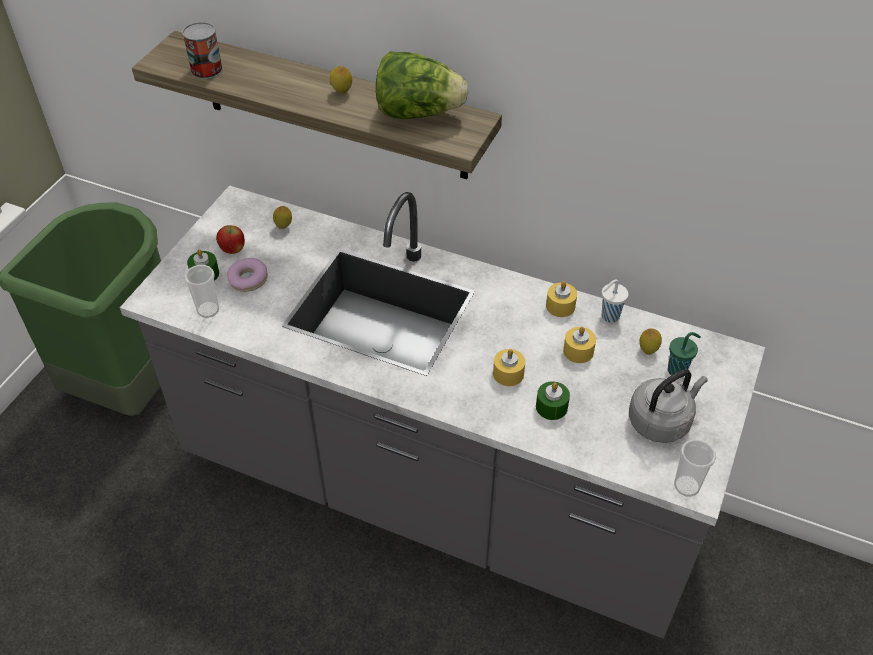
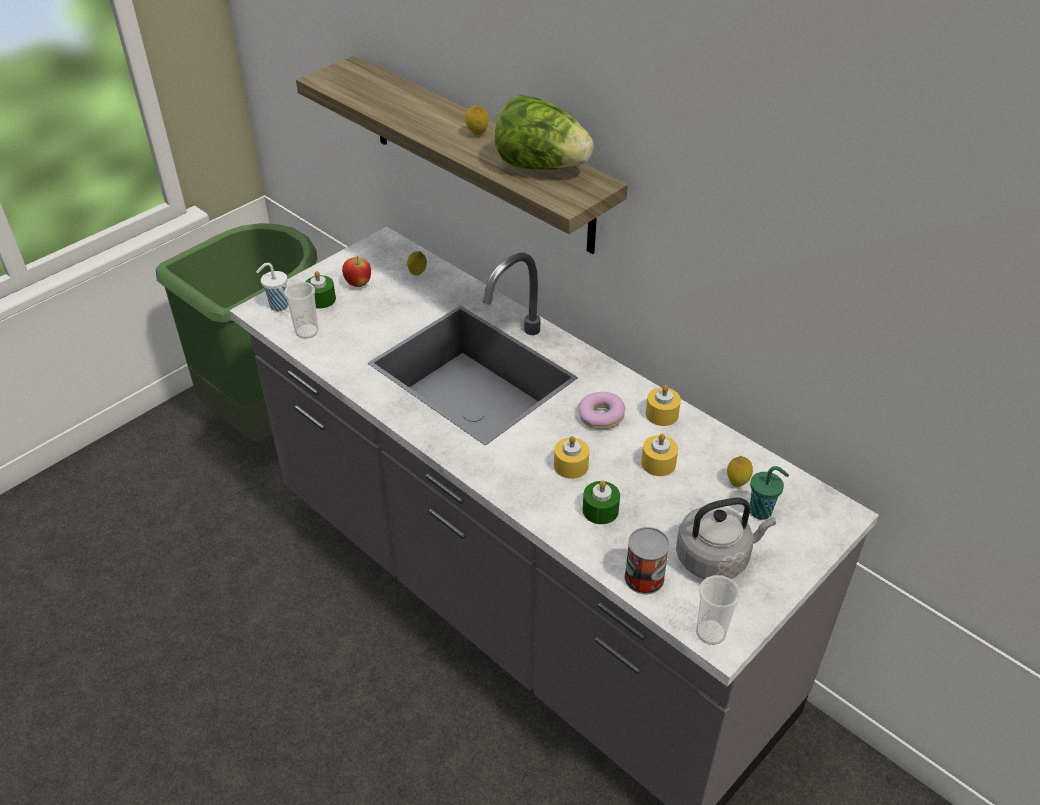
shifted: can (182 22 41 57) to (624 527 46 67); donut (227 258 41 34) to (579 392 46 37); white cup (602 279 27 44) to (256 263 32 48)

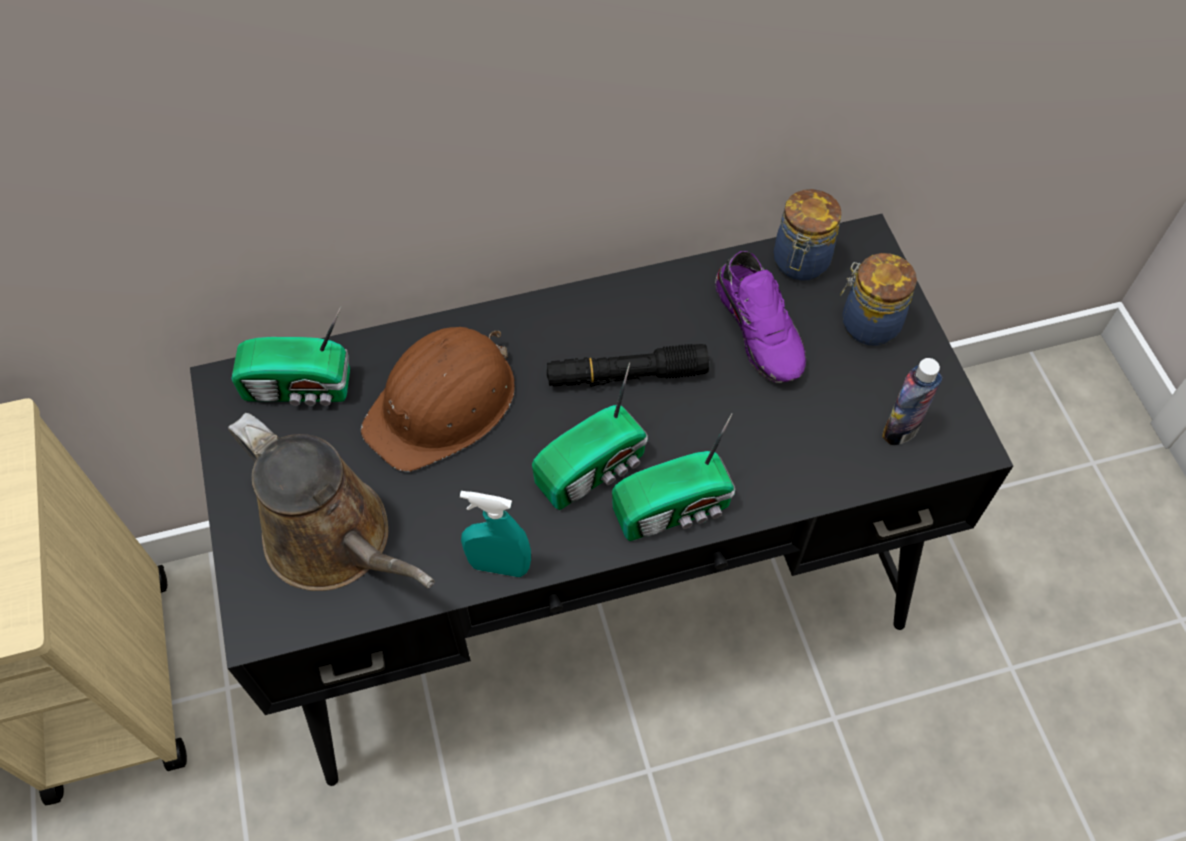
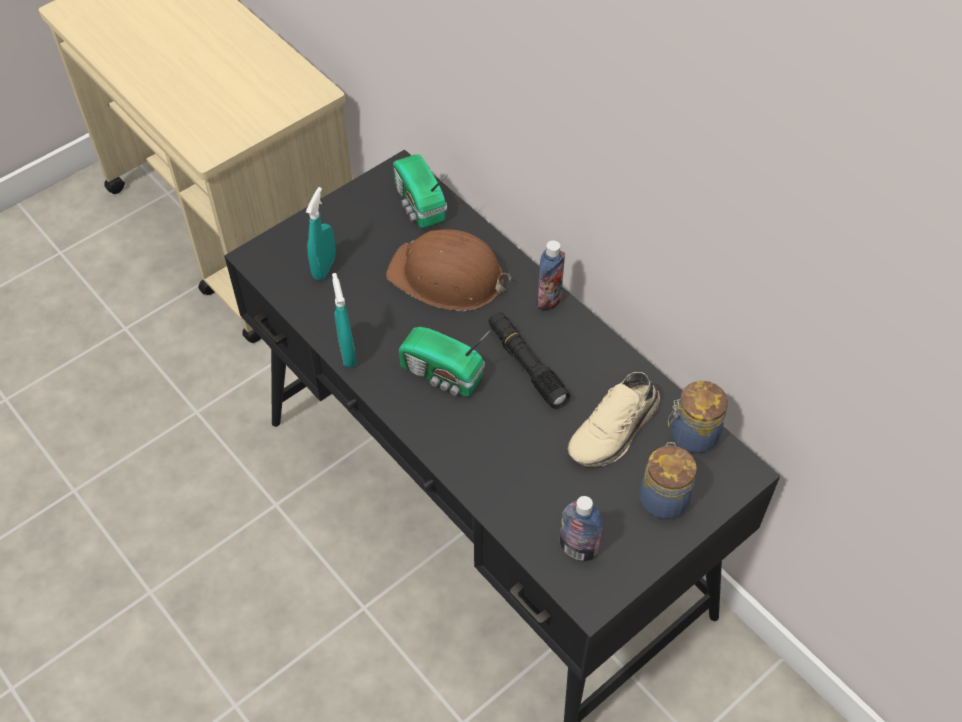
gone: radio (612 413 123 128)
new: bottle (537 240 28 72)
swapped: brown watering can (228 413 207 178) to turquoise spray bottle (306 187 30 94)
repainted: purple shoe (715 251 91 132) to beige shoe (568 372 92 95)

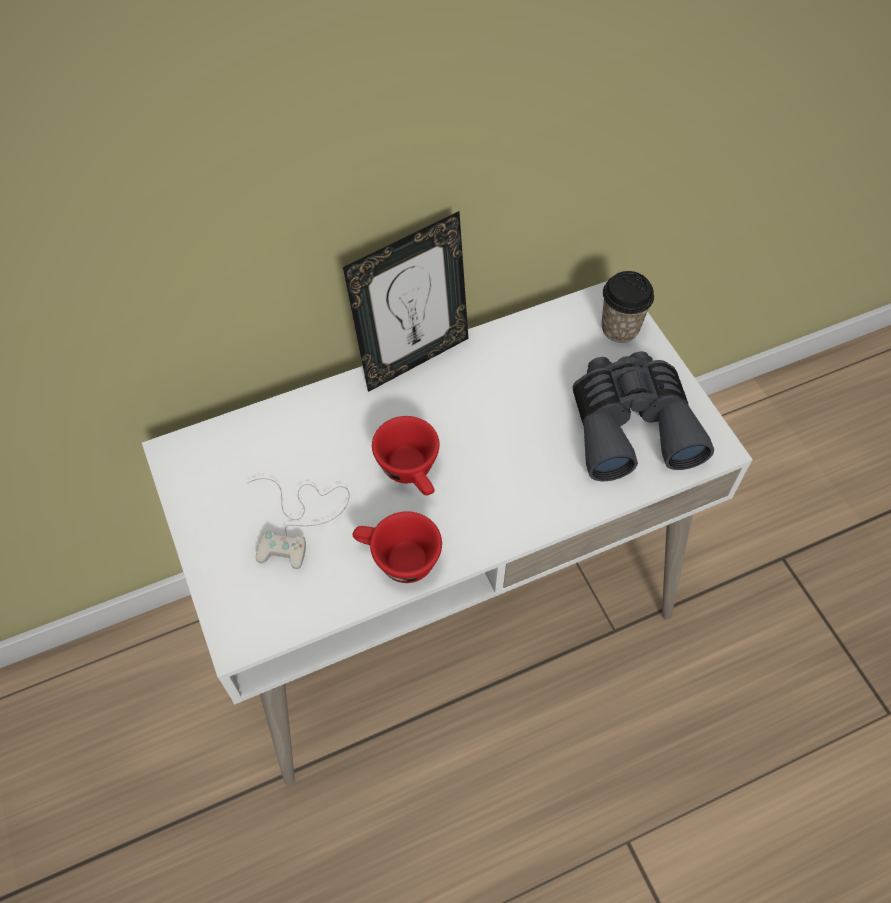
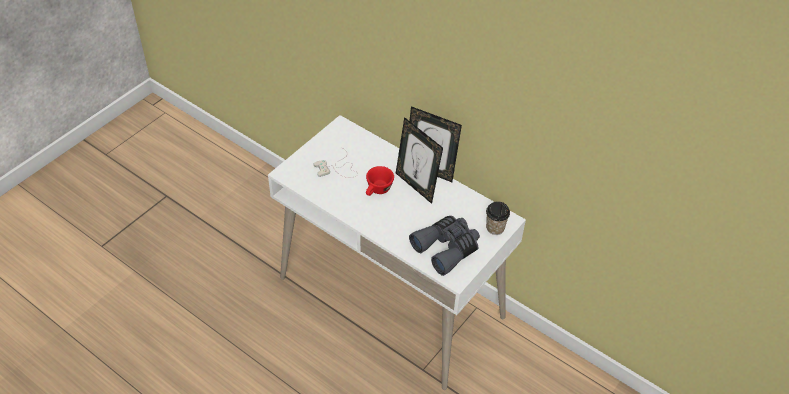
gone: red cup (352 511 90 72)
new: picture frame (396 117 47 87)

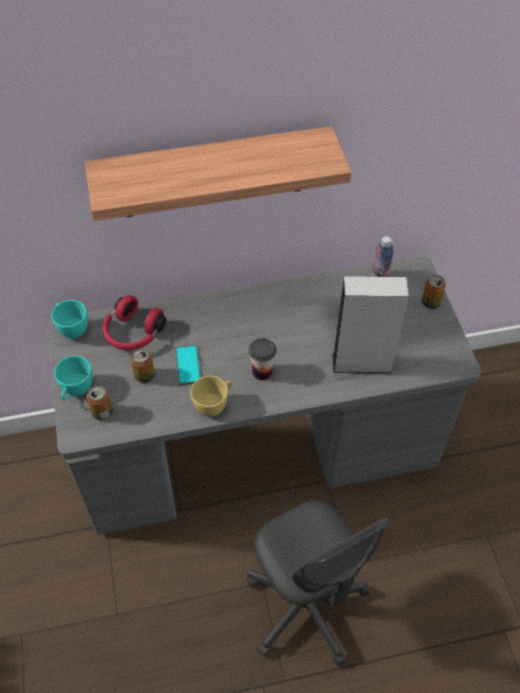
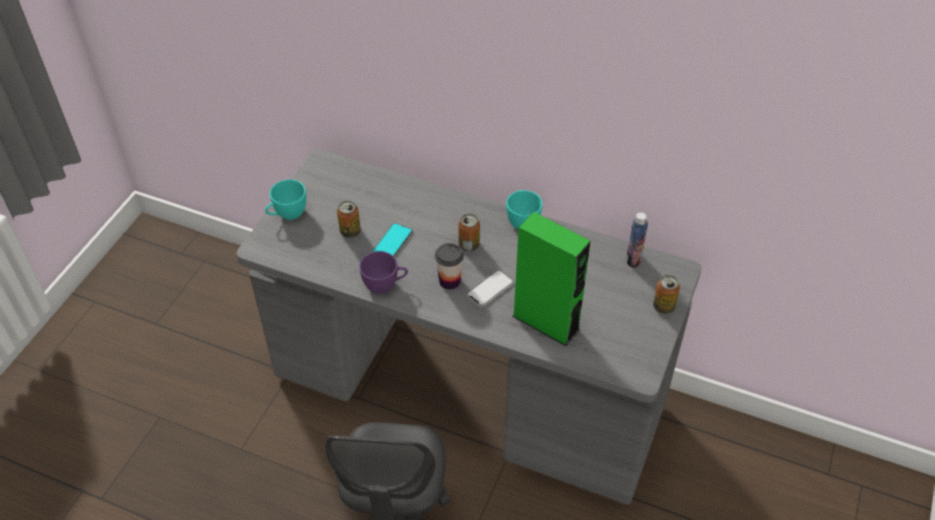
gone: shelf (85 126 266 95); red headphones (103 295 63 55)
new: phone (466 270 48 37)
shifted: turquoise cup (51 300 37 39) to (506 190 37 40); can (87 385 26 36) to (458 214 22 37)
repainted: yellow cup (190 376 42 41) to purple cup (359 251 49 43); grey speaker (332 276 77 97) to green speaker (512 212 79 134)

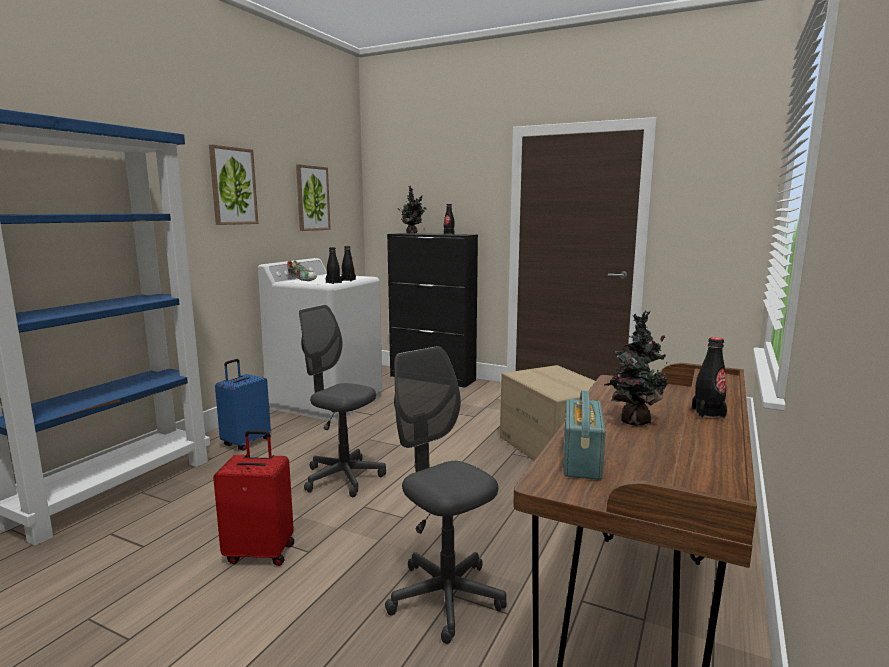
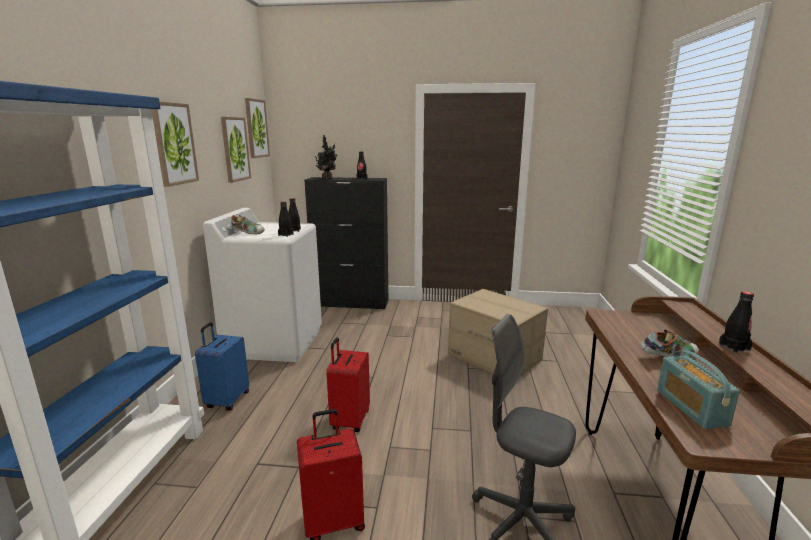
new: picture (245 98 25 60)
swapped: grey office chair (299 304 87 193) to red suitcase (326 337 44 95); potted plant (604 311 64 115) to shoe (641 330 57 28)

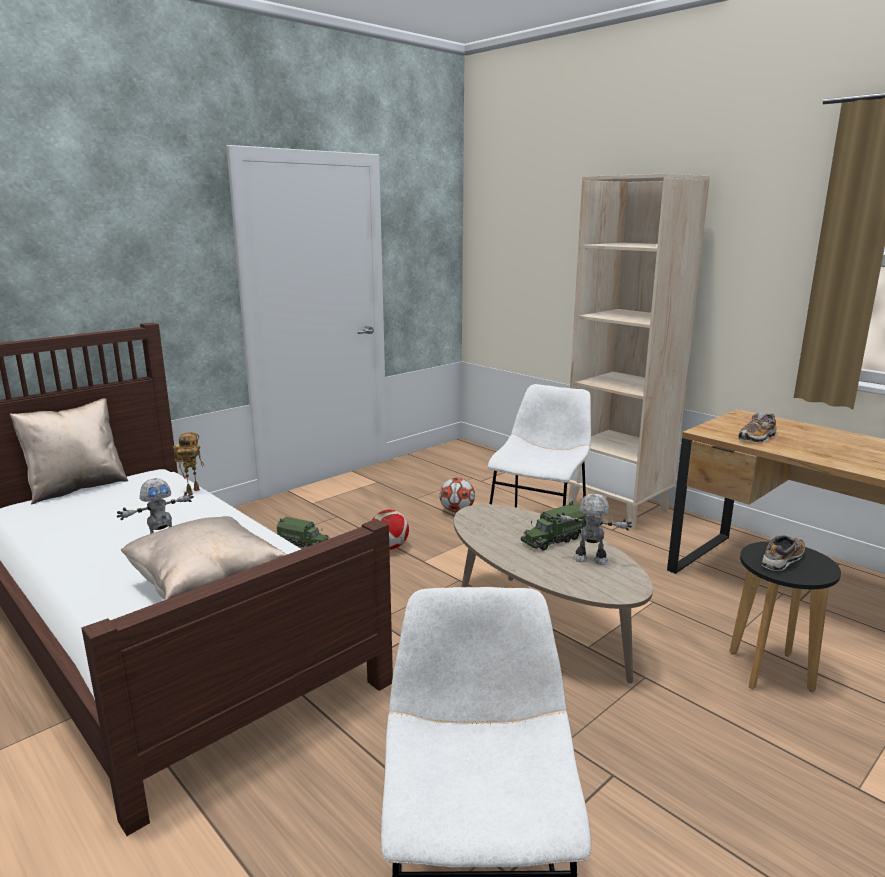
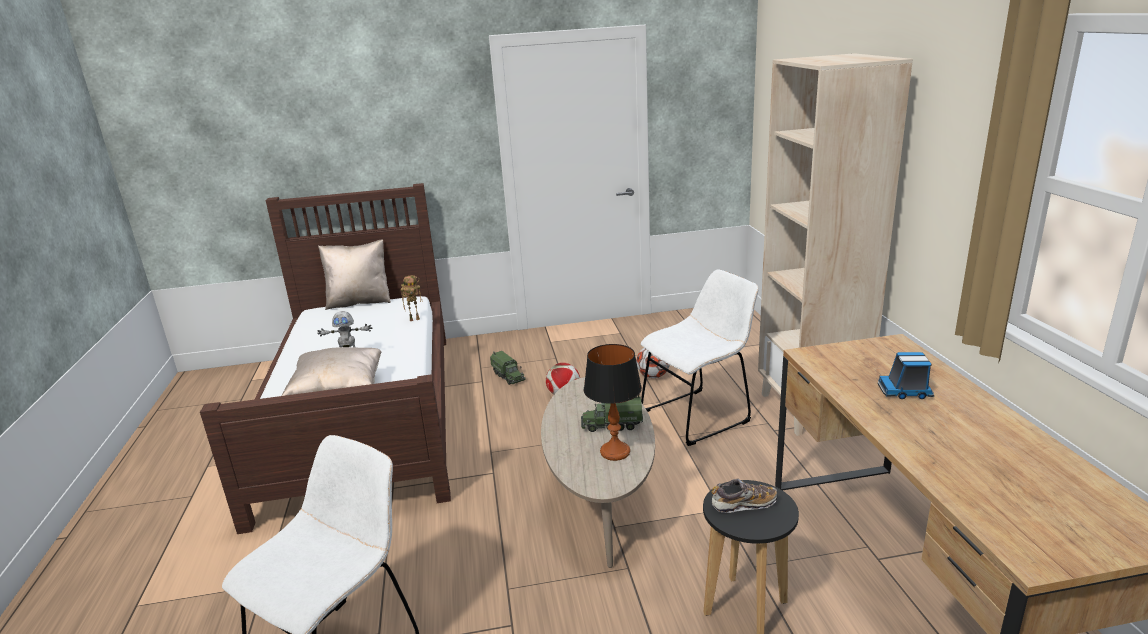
gone: shoe (738 413 38 29)
new: toy truck (878 352 56 47)
swapped: toy robot (555 494 77 71) to table lamp (583 344 59 117)

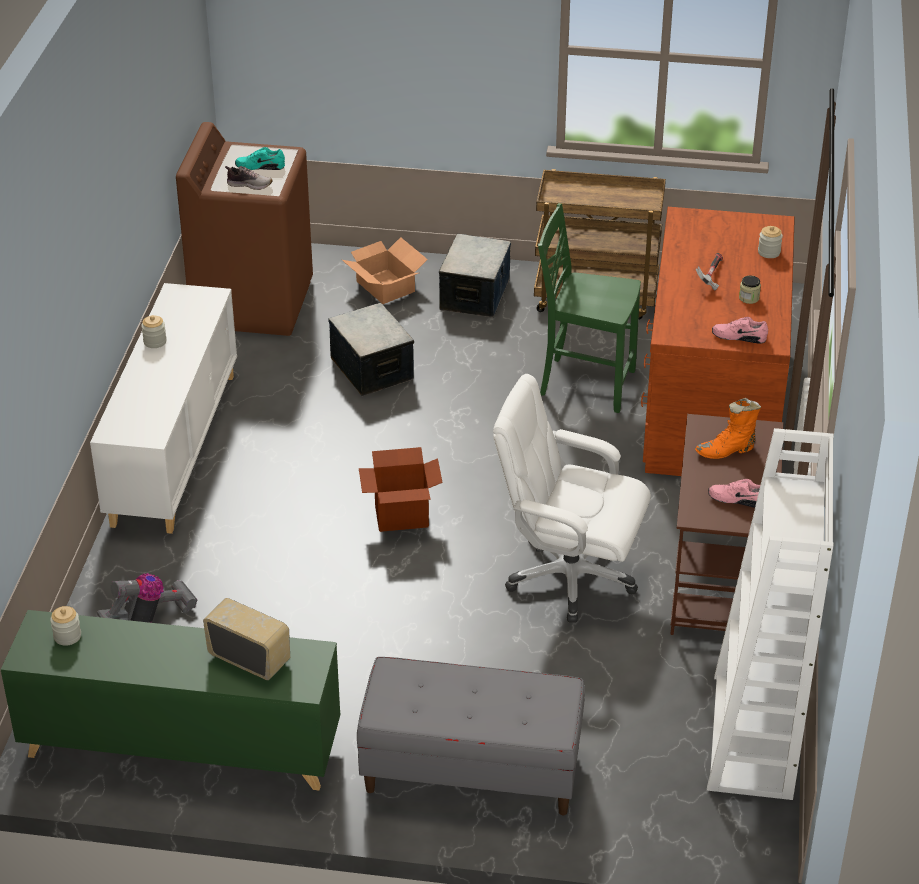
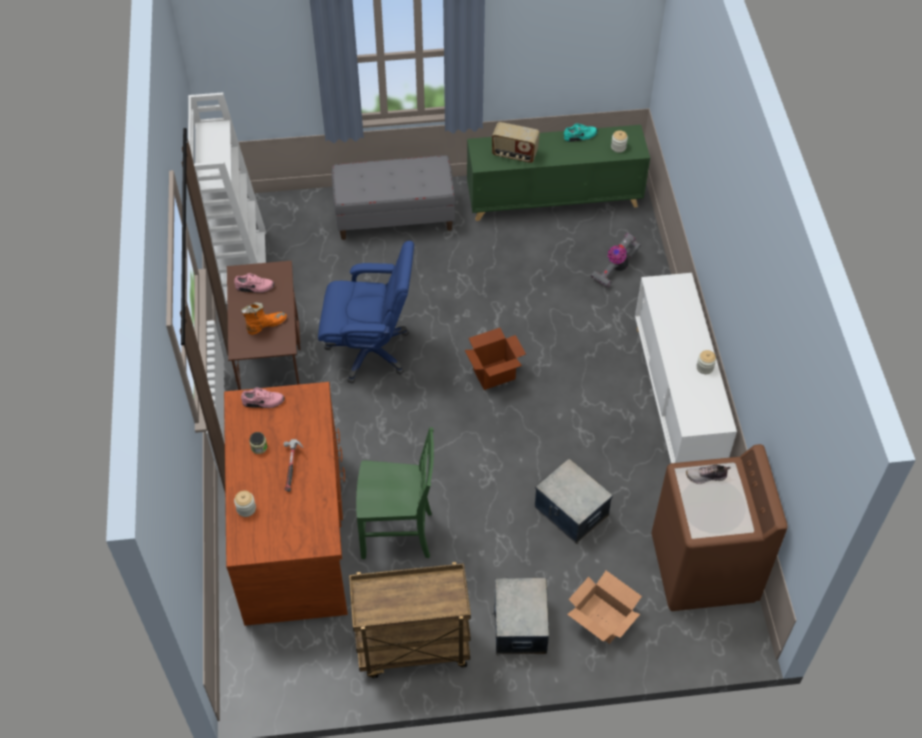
shifted: turquoise shoe (235 147 50 23) to (564 123 34 19)
repainted: white office chair (493 374 158 249) to blue office chair (318 241 96 143)

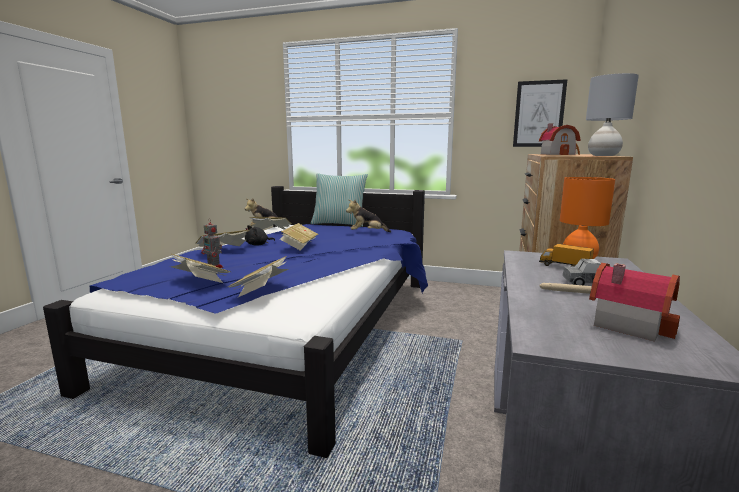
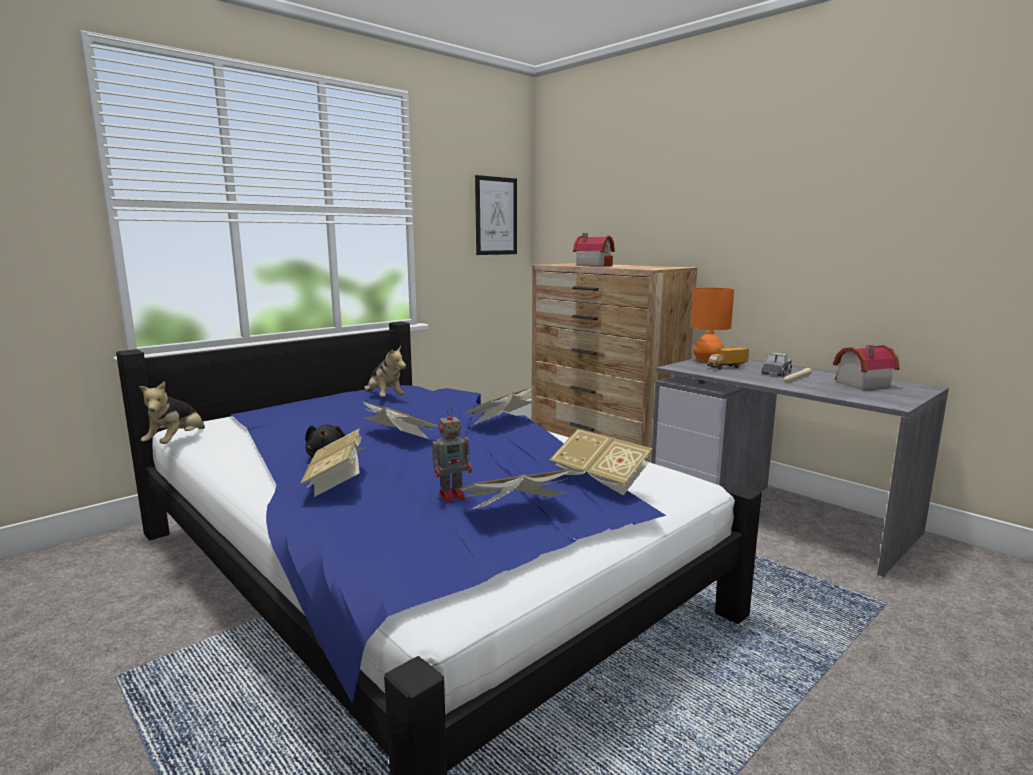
gone: pillow (311 173 57 54); grey table lamp (586 73 53 83)
shifted: book (250 217 42 13) to (463 387 70 37)
rotated: plush toy (346 199 45 34) = (364 346 42 51) 60 degrees counterclockwise

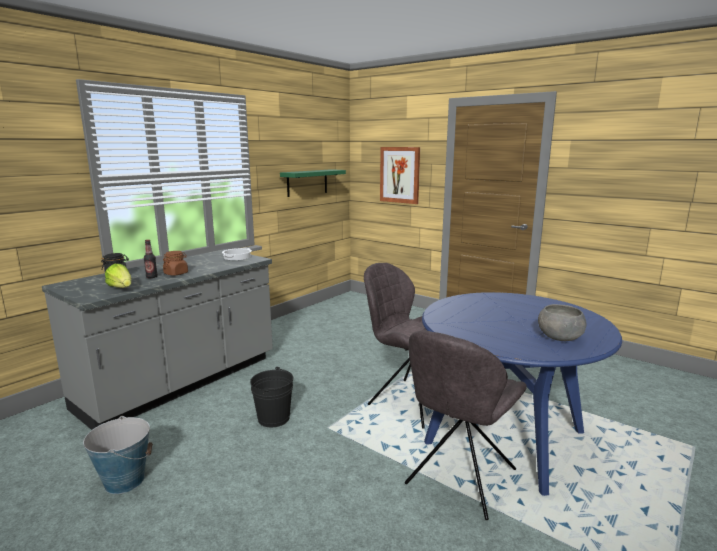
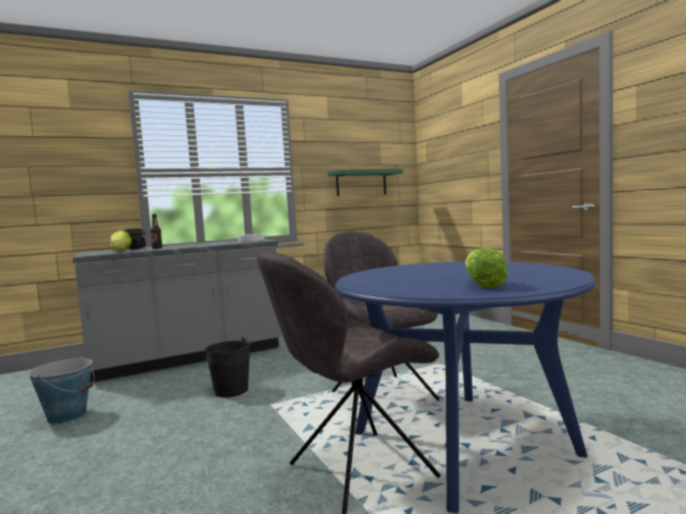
gone: brown jar (163 251 25 25); picture (380 147 40 57)
swapped: grey bowl (538 304 49 37) to lettuce (465 247 43 41)

